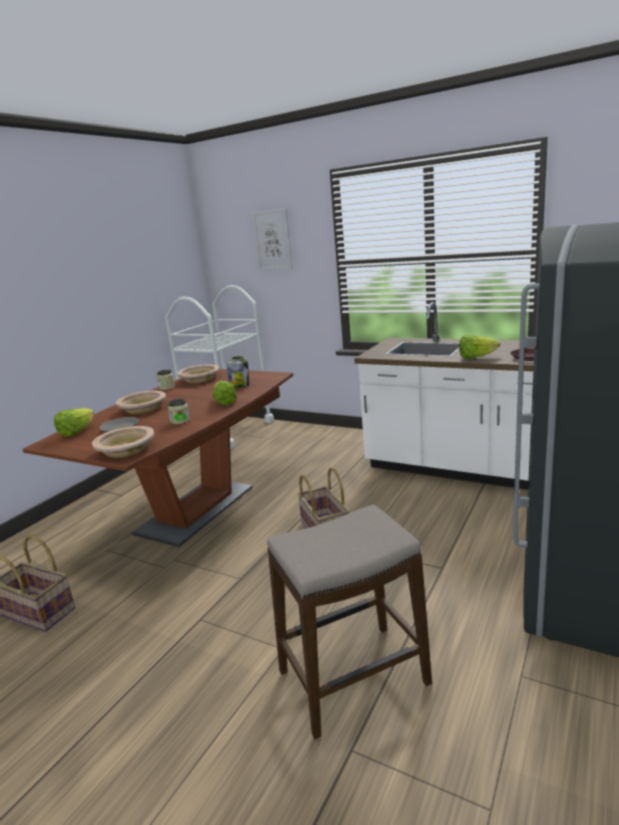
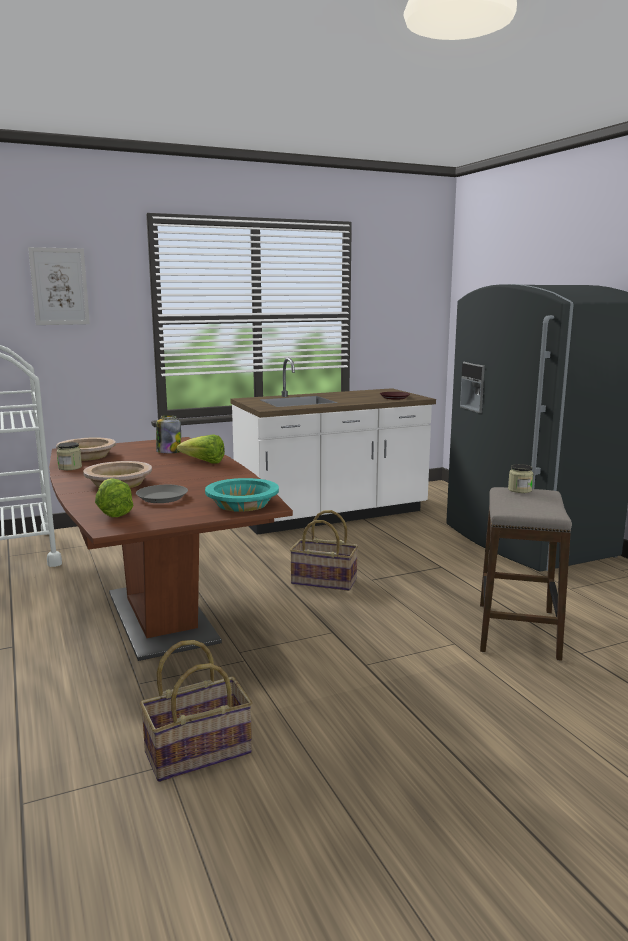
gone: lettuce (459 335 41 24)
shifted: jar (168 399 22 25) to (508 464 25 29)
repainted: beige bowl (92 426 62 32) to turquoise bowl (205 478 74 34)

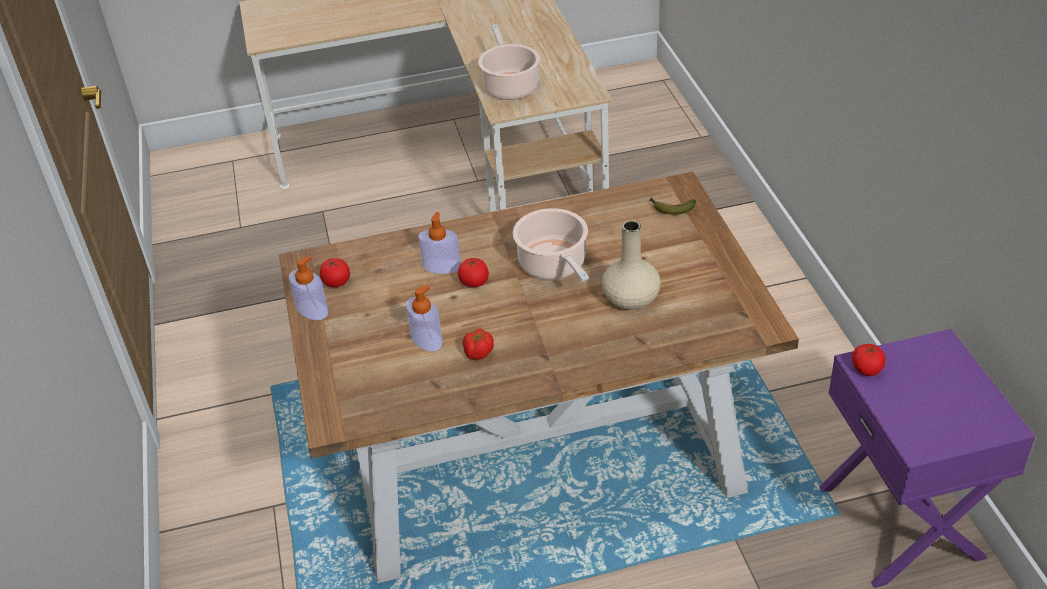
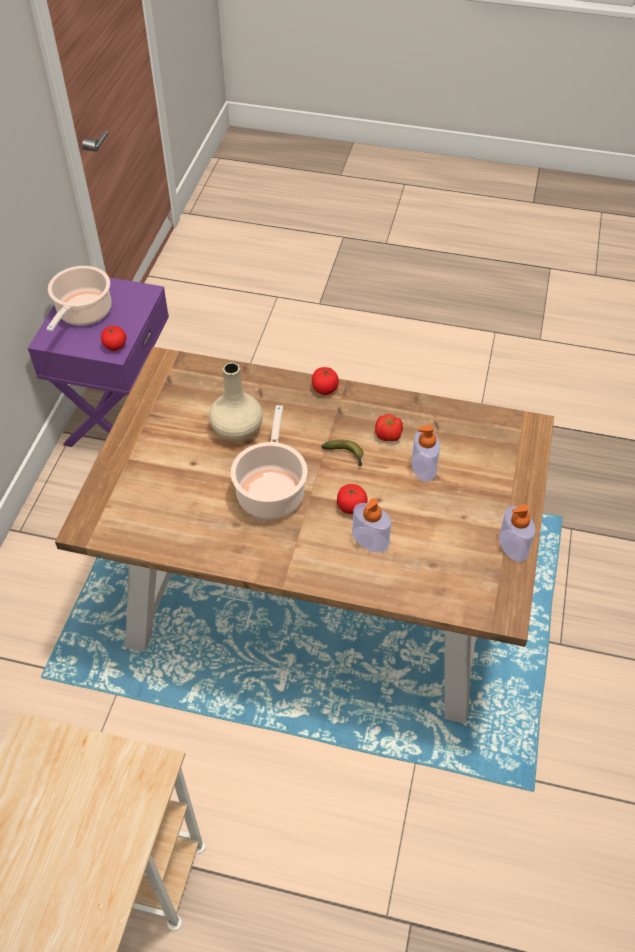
shifted: tomato (320 258 30 29) to (312 367 27 28); cooking pot (478 24 62 76) to (46 266 66 66); banana (649 197 47 18) to (321 440 42 26)

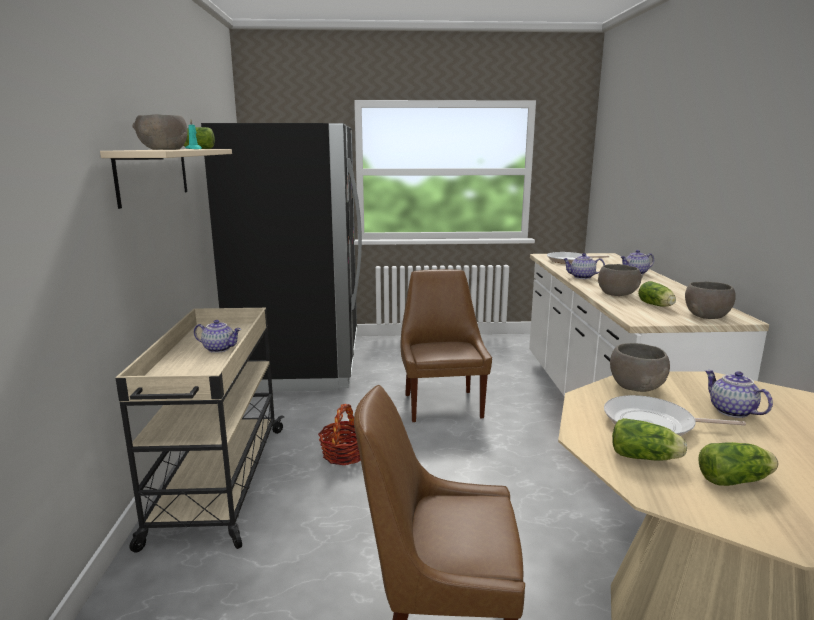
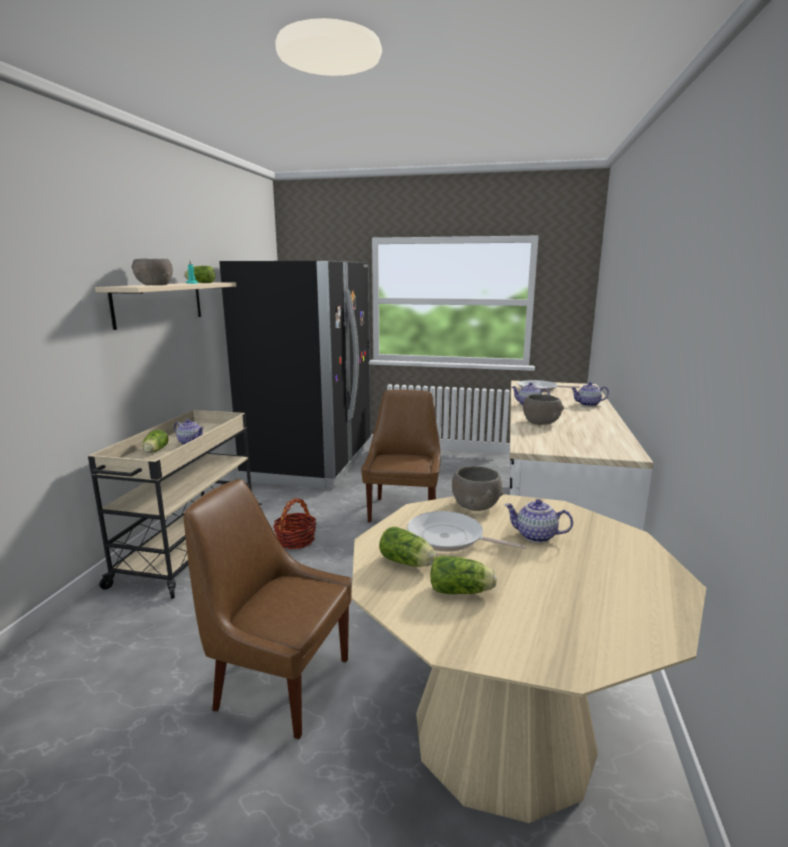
gone: grey bowl (685 282 51 37)
shifted: lettuce (638 281 38 26) to (142 430 27 23)
rotated: teapot (705 370 68 48) = (505 499 68 44) 60 degrees counterclockwise

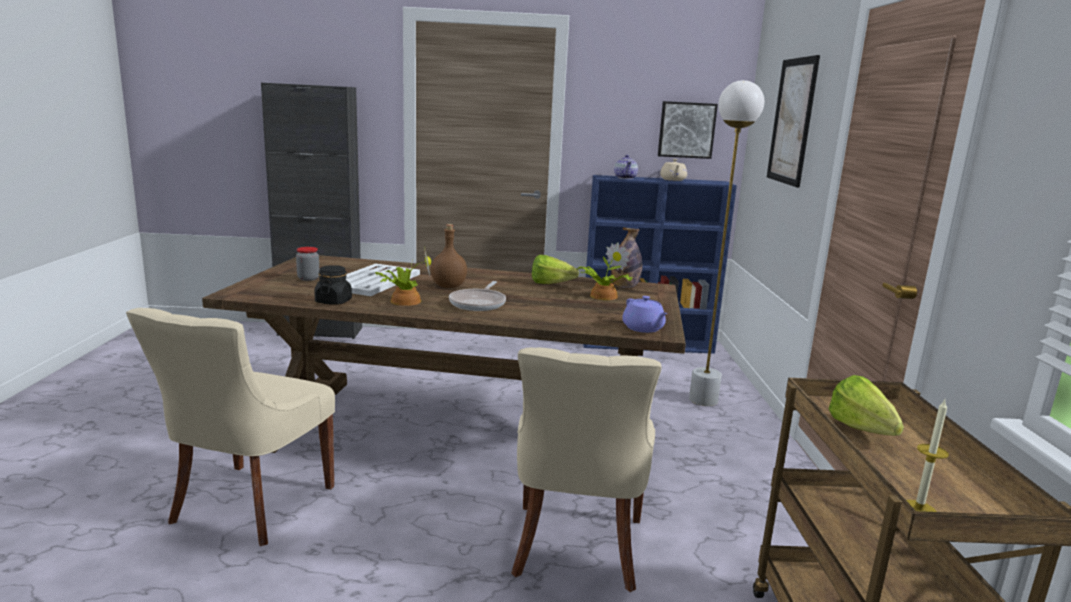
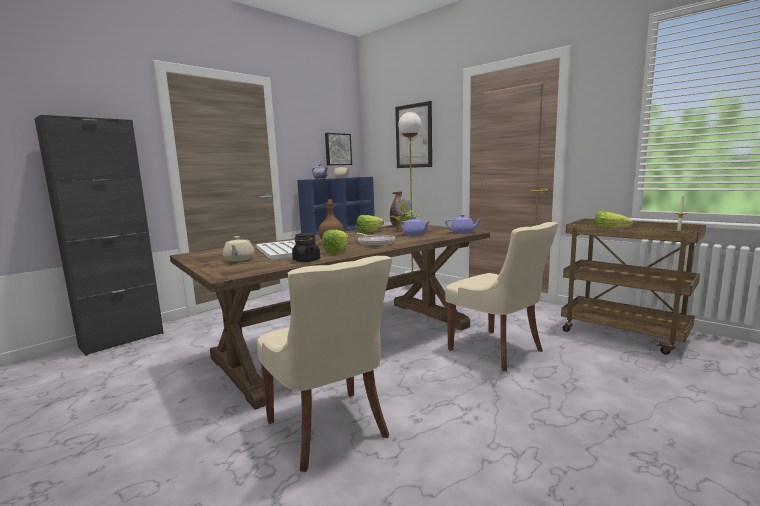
new: purple teapot (400 216 30 20)
swapped: jar (296 247 24 34) to beige teapot (223 236 31 25); potted plant (375 248 56 58) to lettuce (322 230 27 24)

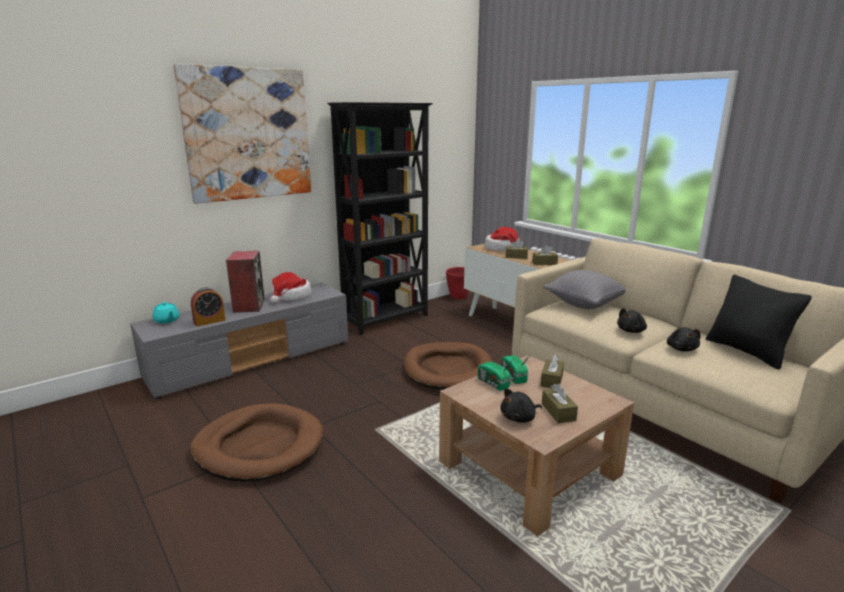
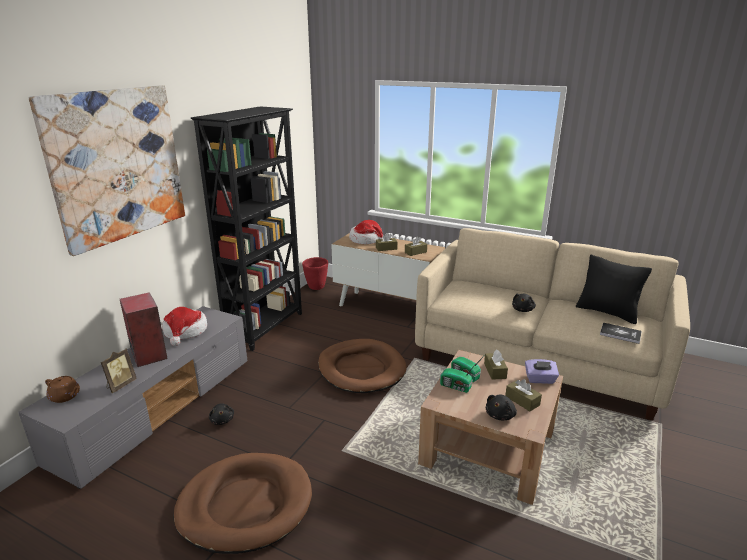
gone: grey pillow (543 270 83 39)
new: purple tissue box (525 359 34 25); book (600 323 42 21)
shifted: black plush toy (667 327 34 25) to (209 403 25 22)
swapped: alarm clock (191 287 34 40) to picture frame (101 348 36 45)
repainted: turquoise teapot (152 302 28 22) to brown teapot (45 376 35 27)

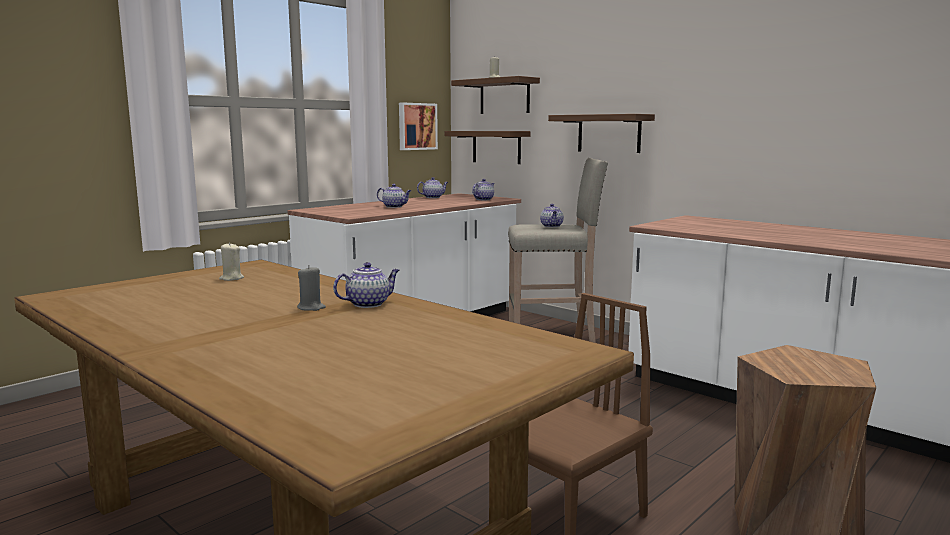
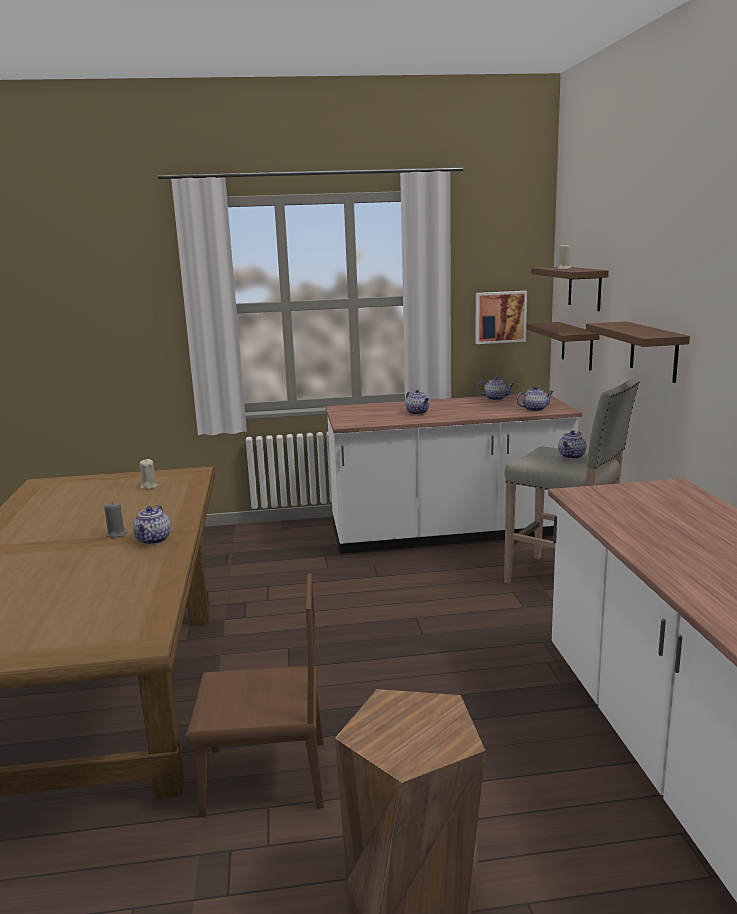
rotated: teapot (333 262 66 46) = (133 505 38 40) 90 degrees clockwise

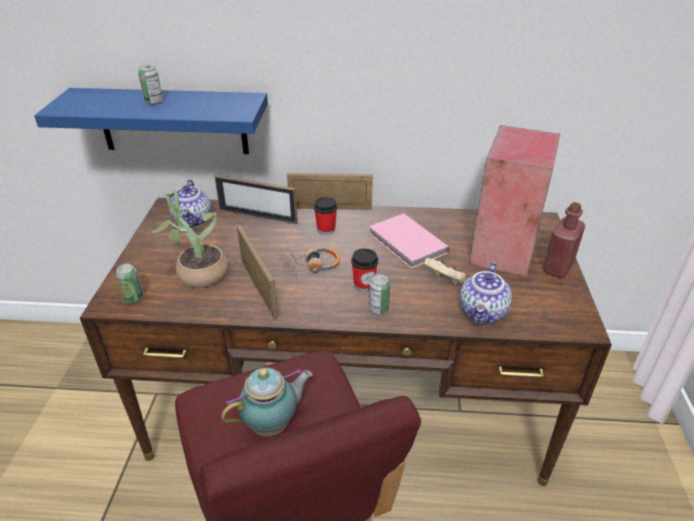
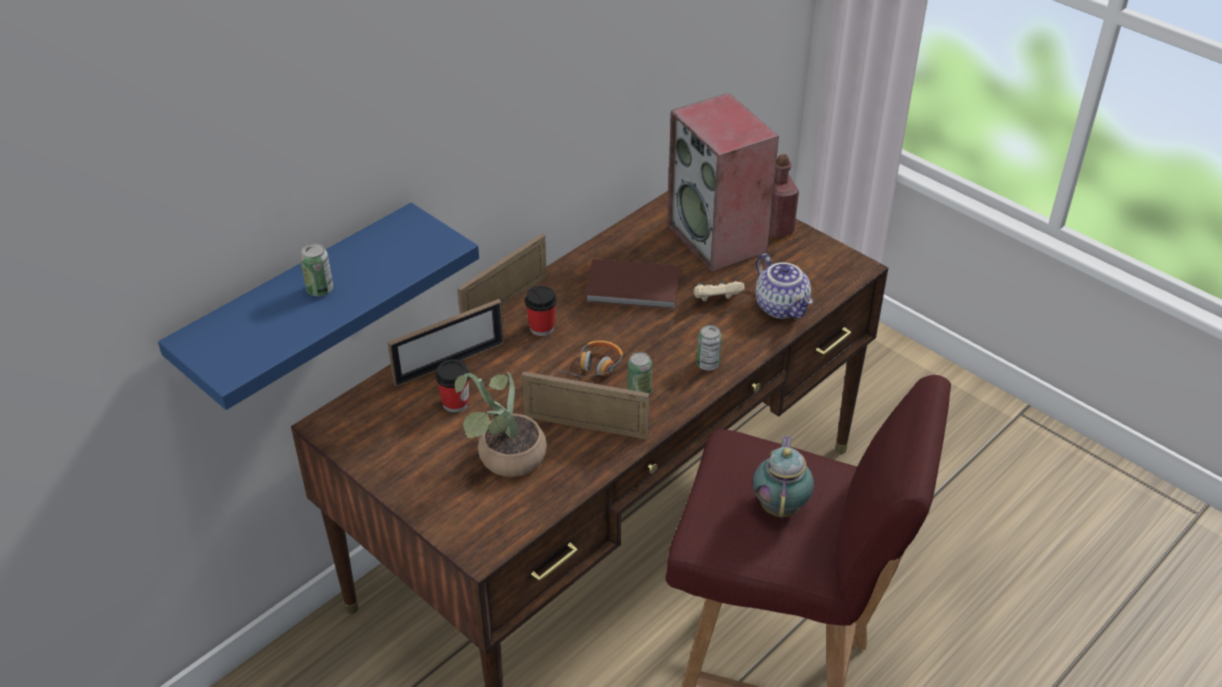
gone: teapot (169 180 43 48)
shifted: can (115 264 28 39) to (628 352 24 43); cup (351 248 27 44) to (436 359 34 54)
repainted: pink book (369 214 80 55) to brown book (585 259 96 51)

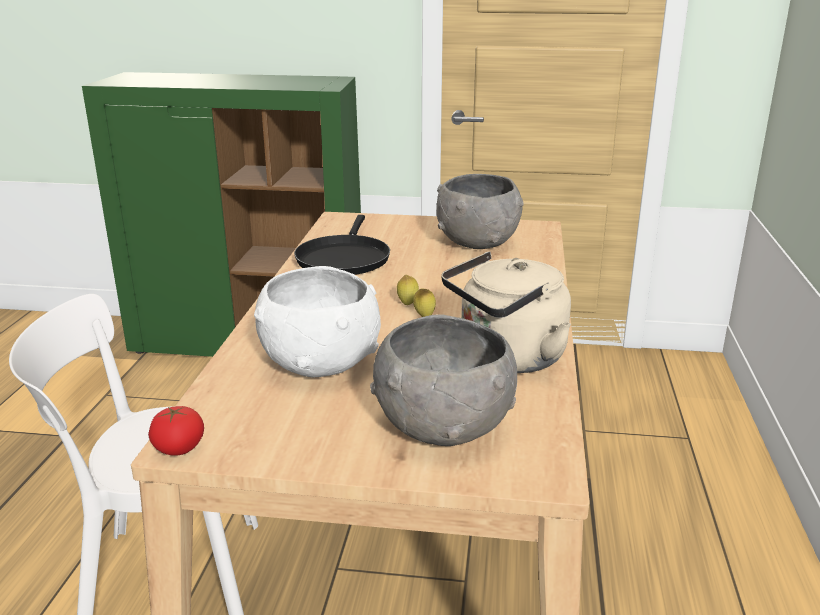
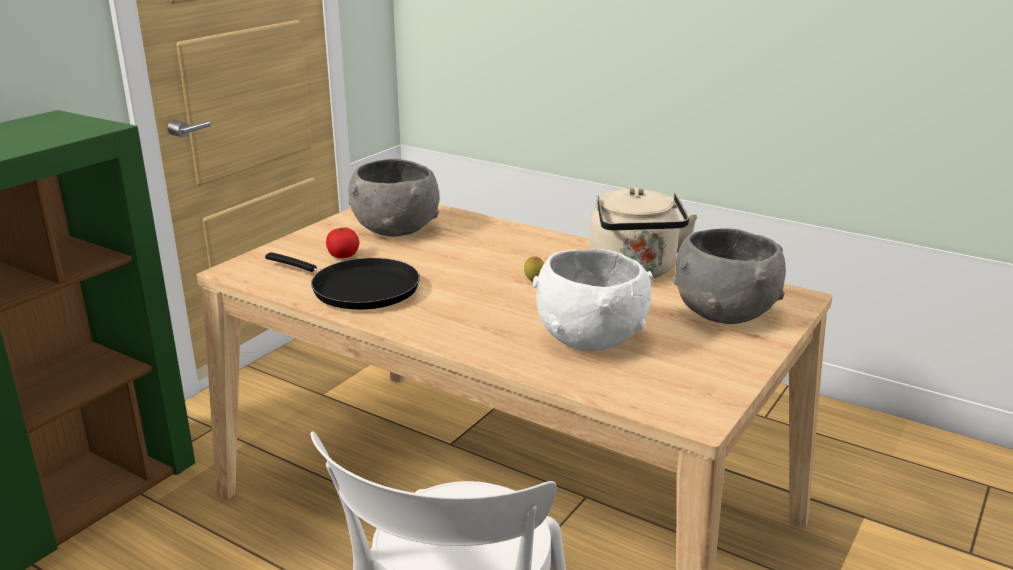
gone: lemon (397 275 22 30)
shifted: tomato (148 406 56 50) to (326 227 33 31)

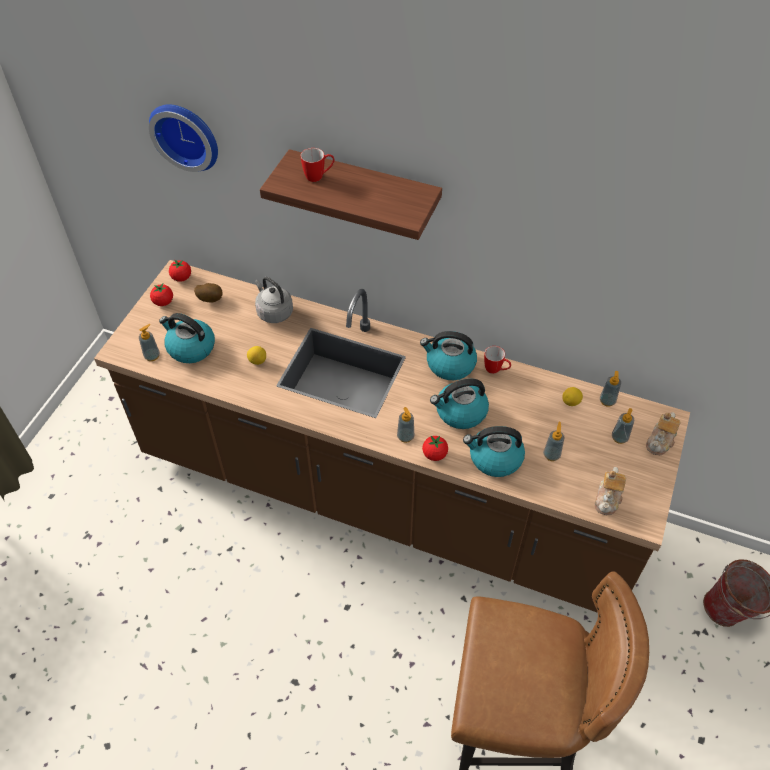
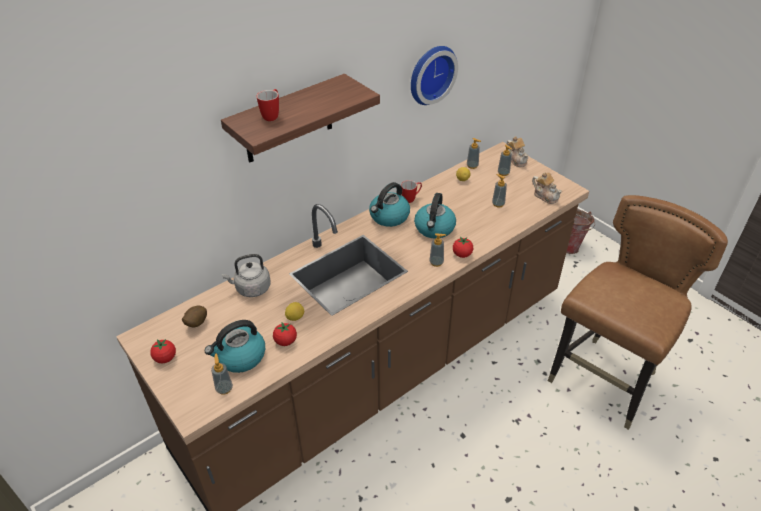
gone: kettle (463 426 62 51)
shifted: wall clock (149 104 69 68) to (411 46 47 59); tomato (169 260 22 22) to (273 322 24 24)

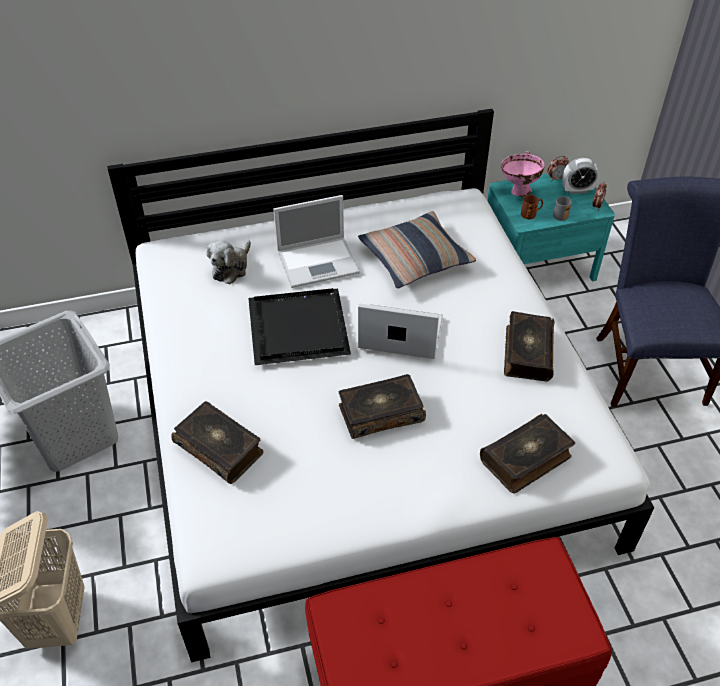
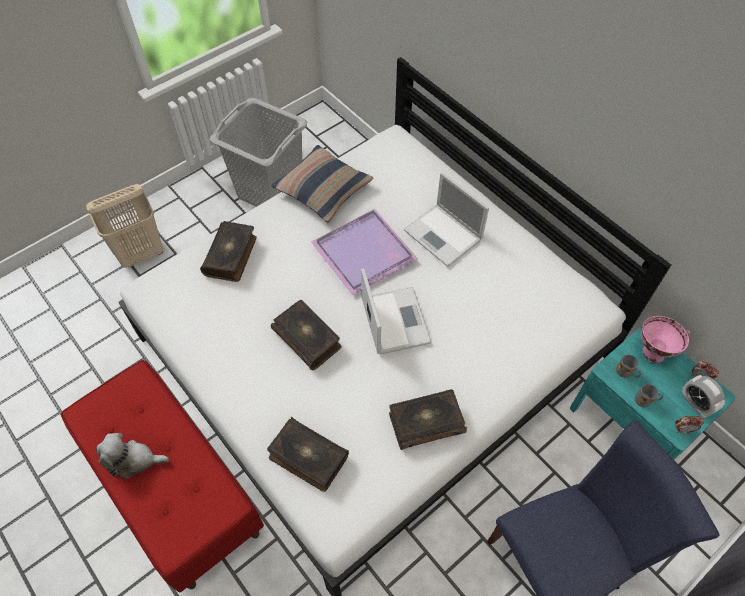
shifted: plush toy (207 241 44 43) to (96 433 73 46); pillow (358 211 118 78) to (271 145 103 77)
repainted: black tray (248 288 103 77) to purple tray (311 209 107 87); brown mug (521 195 22 24) to grey mug (616 354 25 24)

